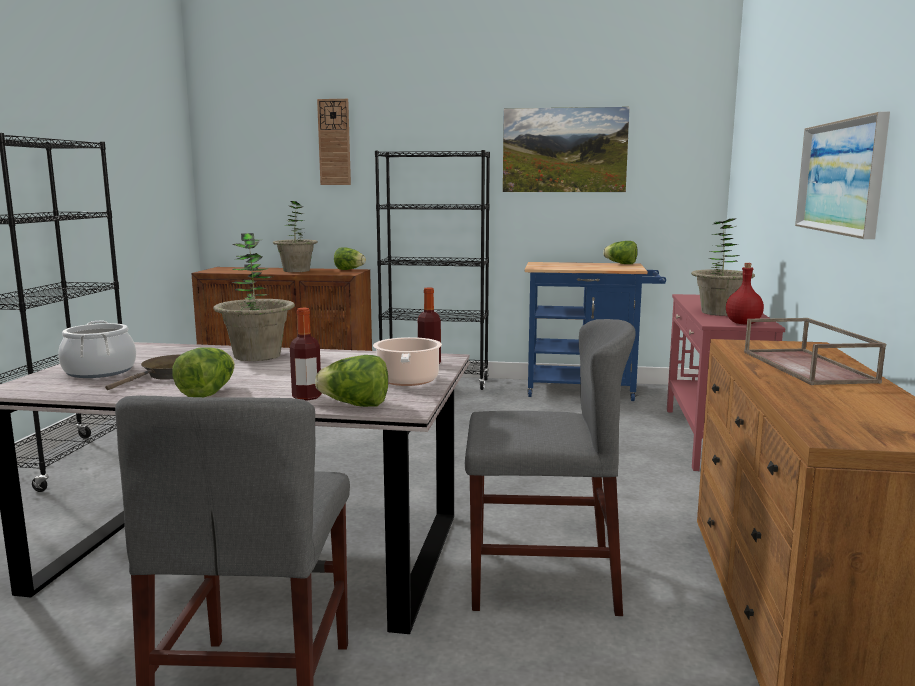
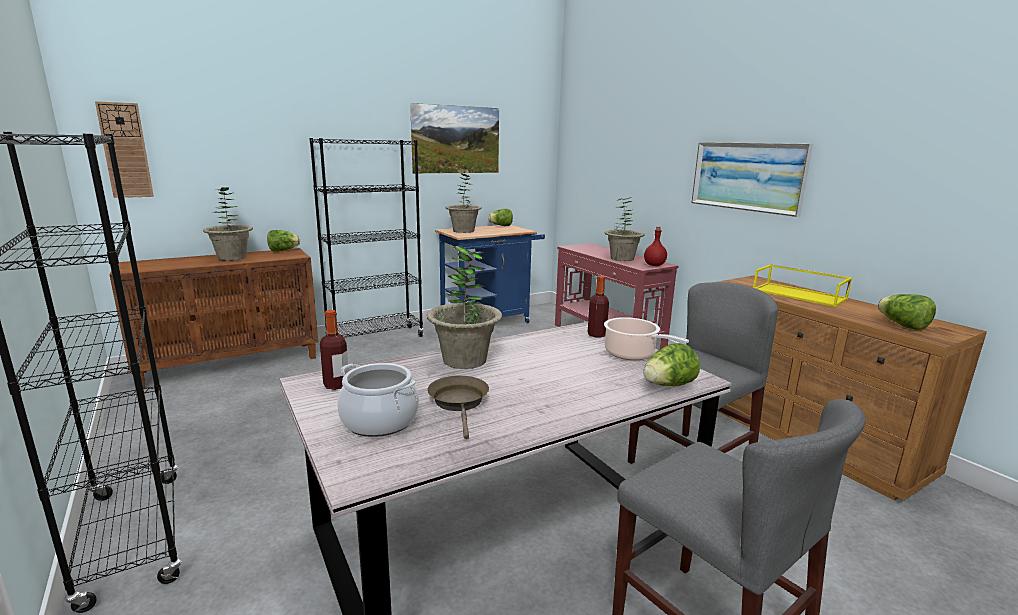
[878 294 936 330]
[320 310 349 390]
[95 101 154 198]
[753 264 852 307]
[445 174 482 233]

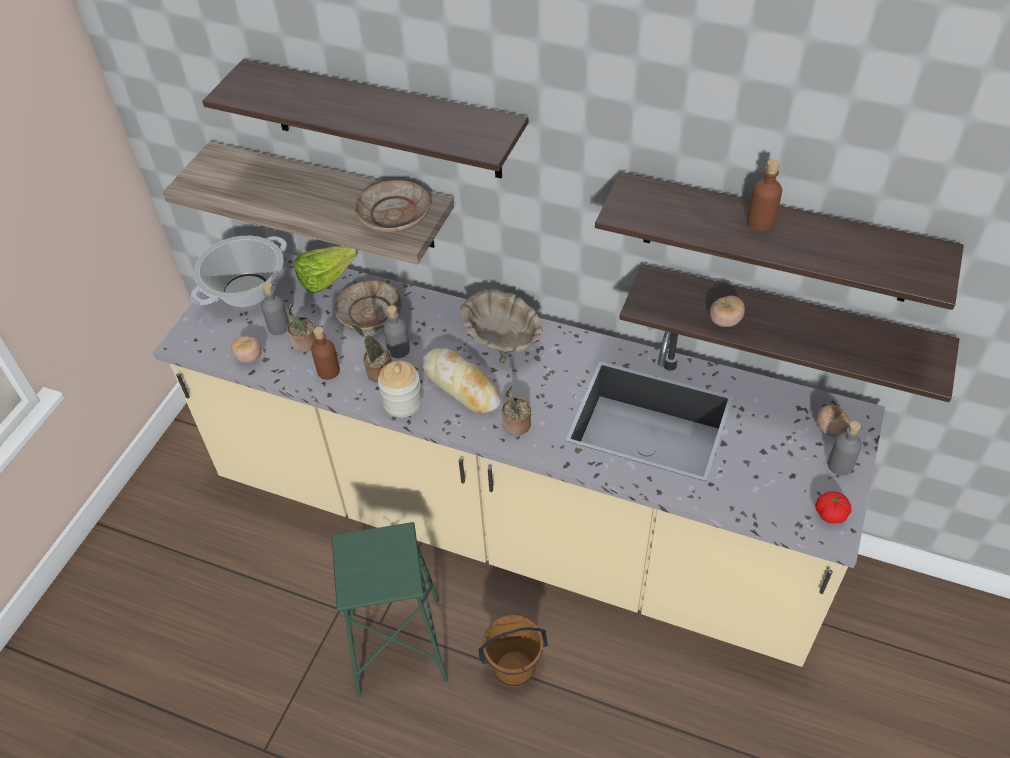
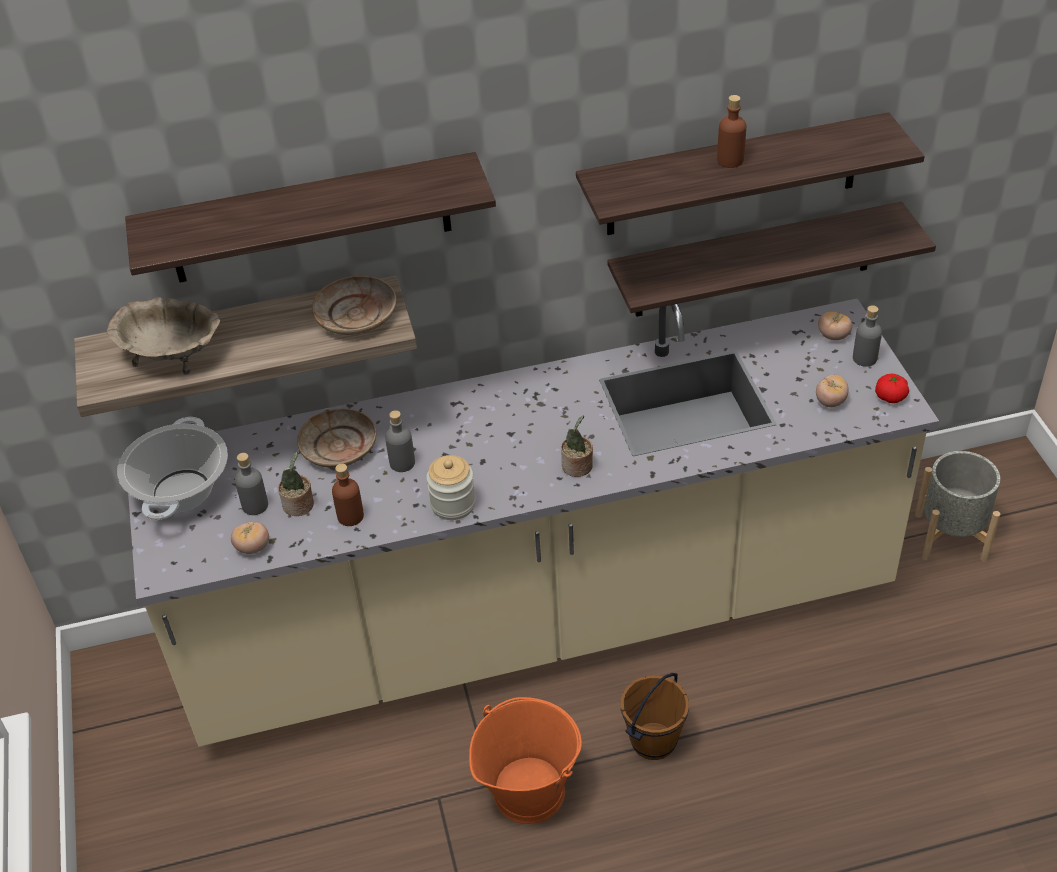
[294 246 357 293] (first image)
[469 697 582 824]
[351 324 392 383] (first image)
[422 348 501 414] (first image)
[106 297 220 375]
[816 375 849 407]
[915 451 1000 562]

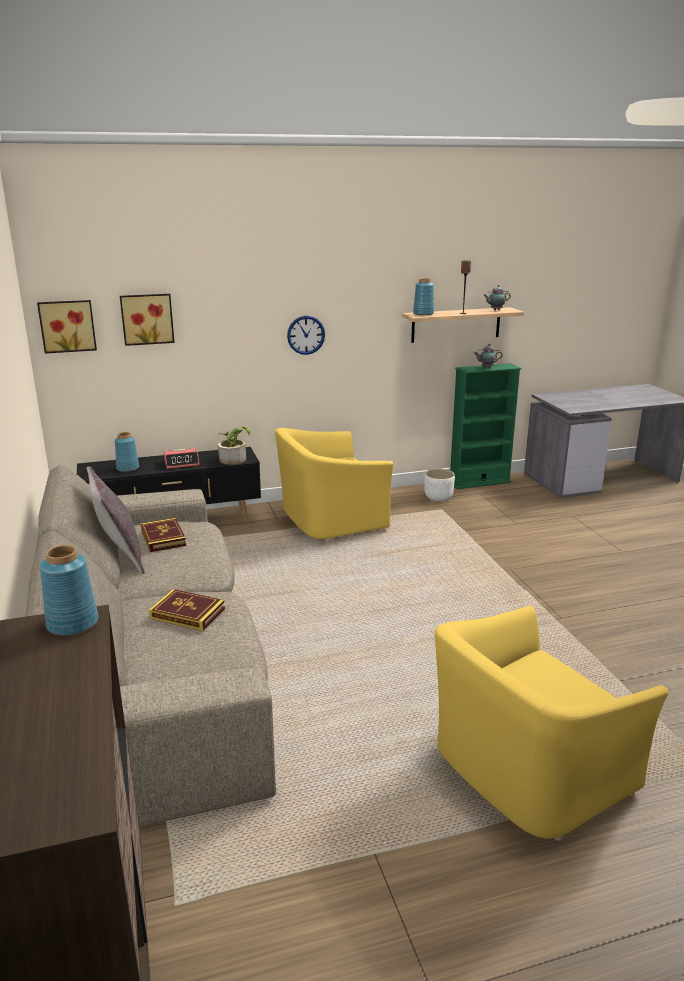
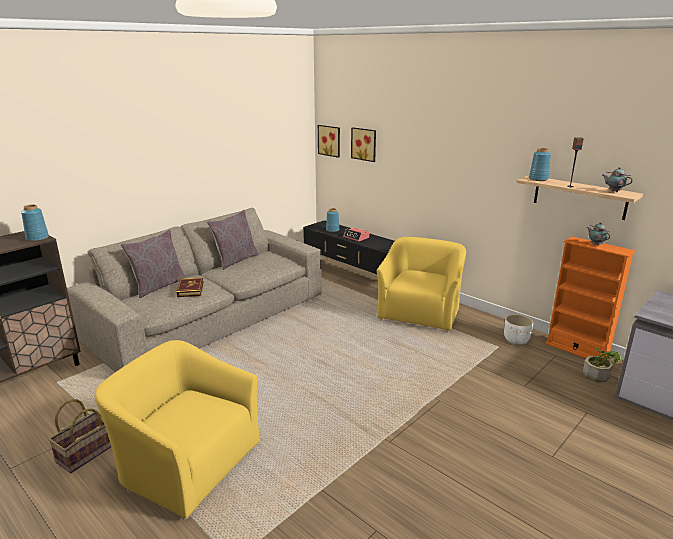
[141 518 186 552] (first image)
[583 347 621 382]
[377 237 466 332]
[287 316 325 355] (first image)
[546 236 635 358]
[48 399 111 473]
[121 229 186 298]

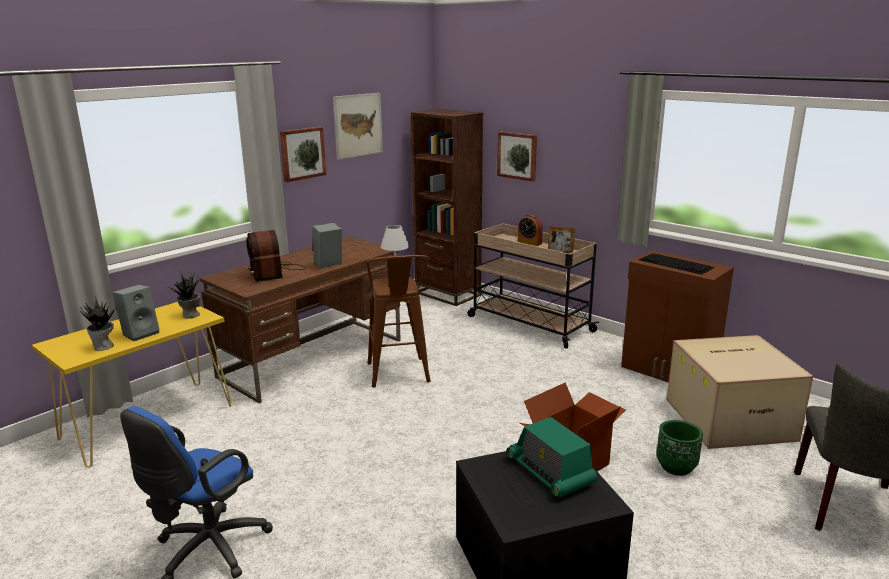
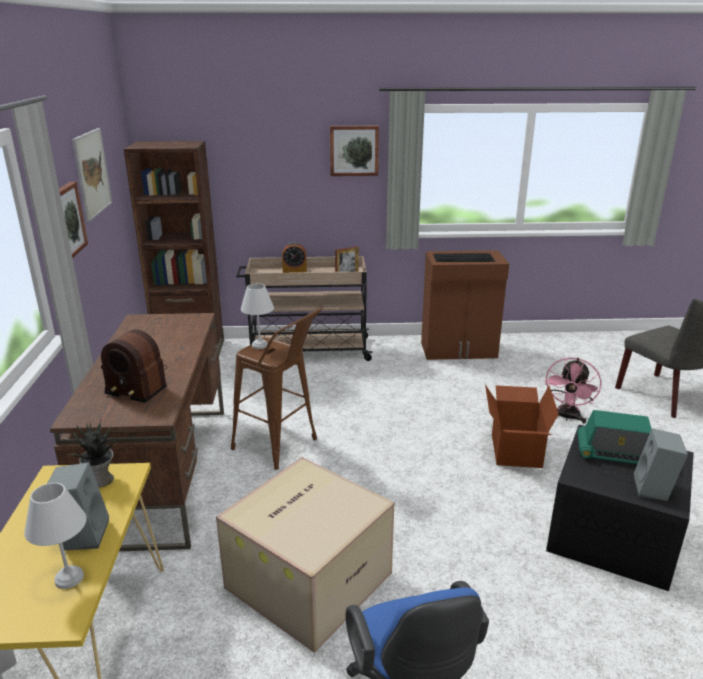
[24 483 87 589]
[634 428 688 501]
[330 126 379 176]
[544 357 602 424]
[216 457 394 653]

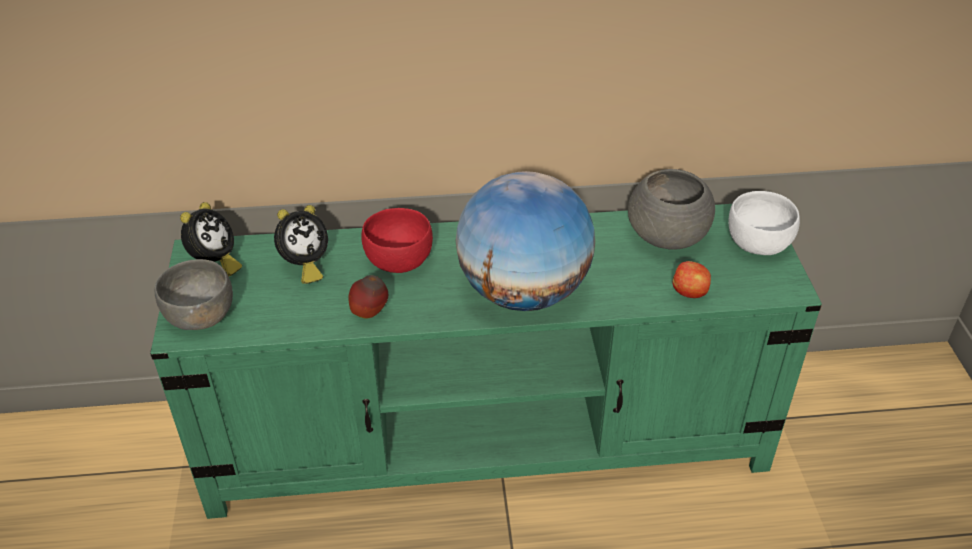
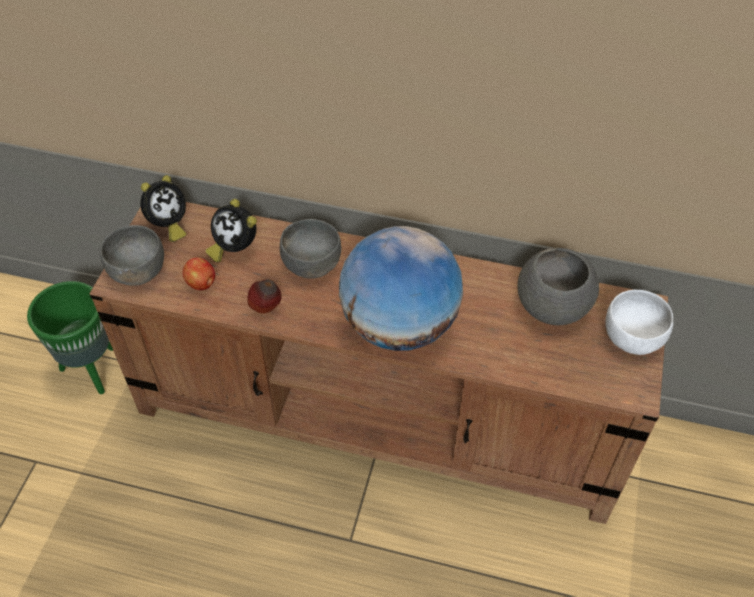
[90 202 668 524]
[205 199 257 262]
[280 219 341 279]
[182 258 215 291]
[27 281 113 394]

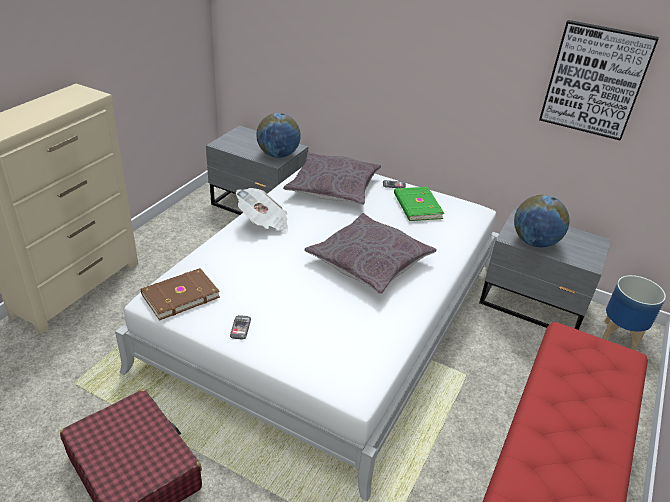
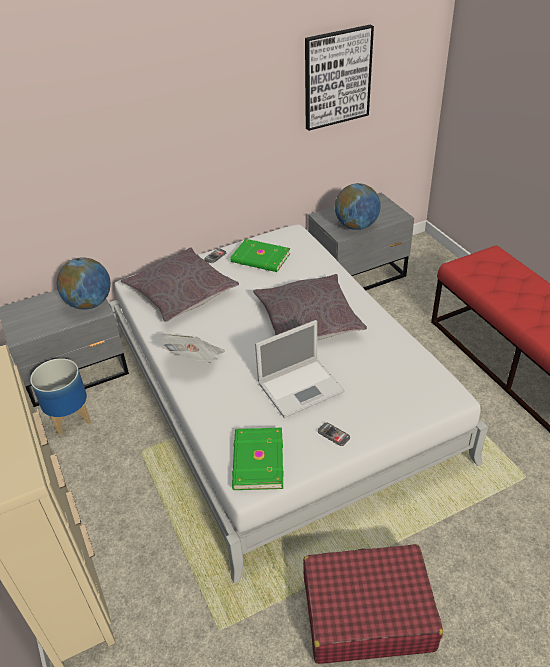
[232 428 284 490]
[30 358 91 435]
[255 320 345 418]

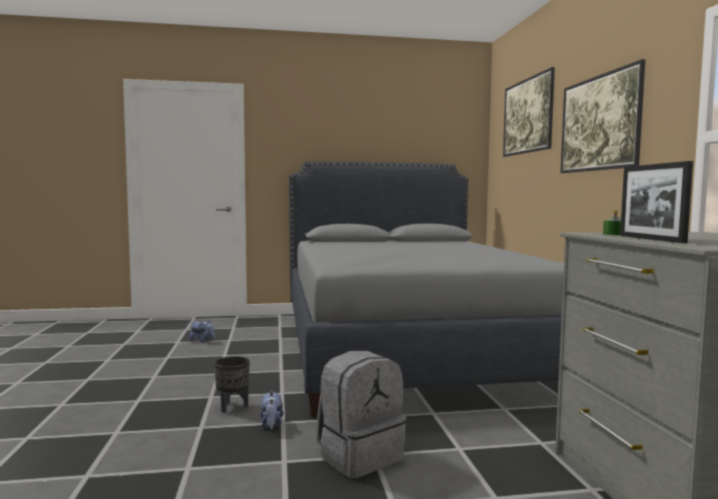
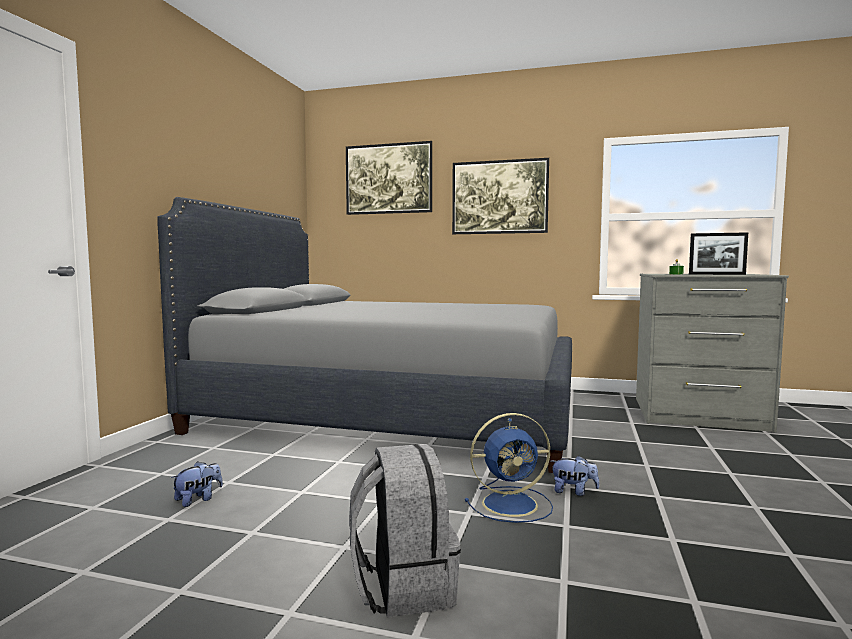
[465 413 553 523]
[349 444 461 618]

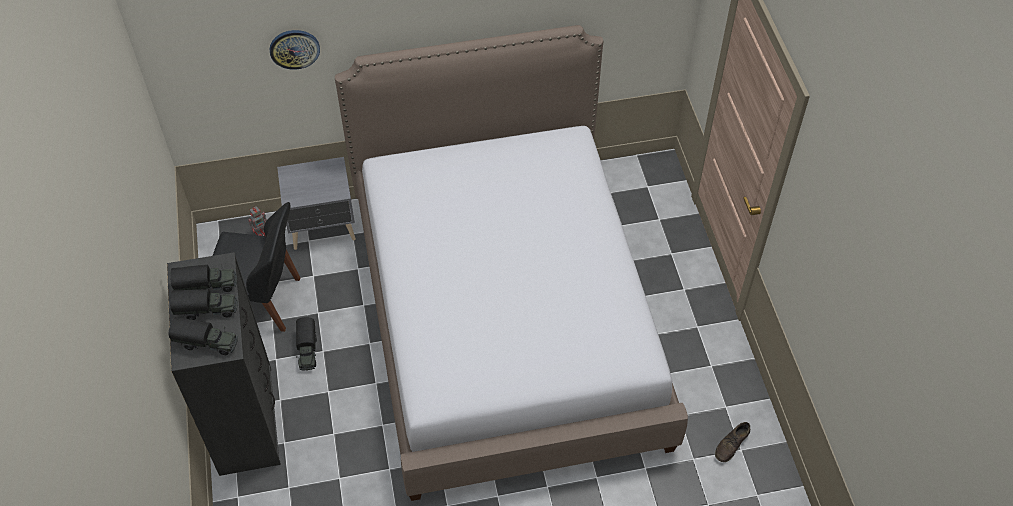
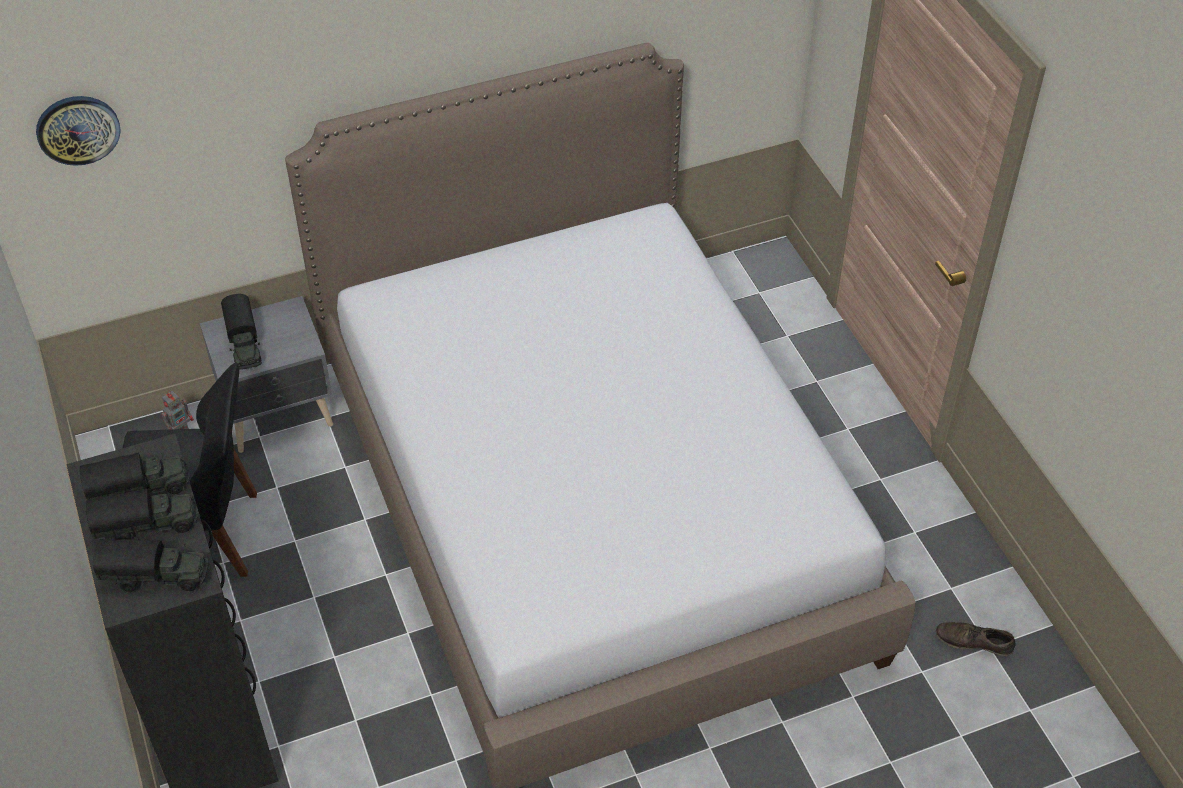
[36 96 121 166]
[221 294 262 370]
[936 622 1016 656]

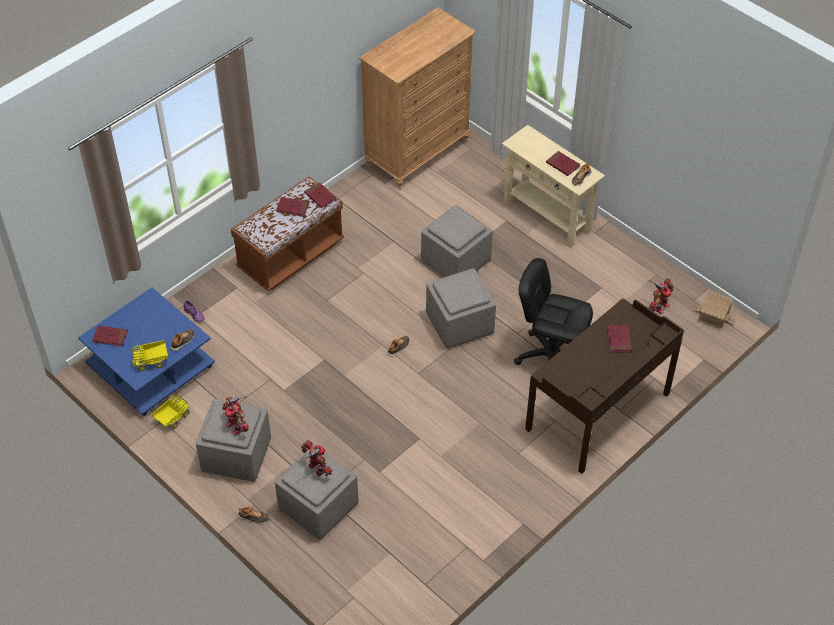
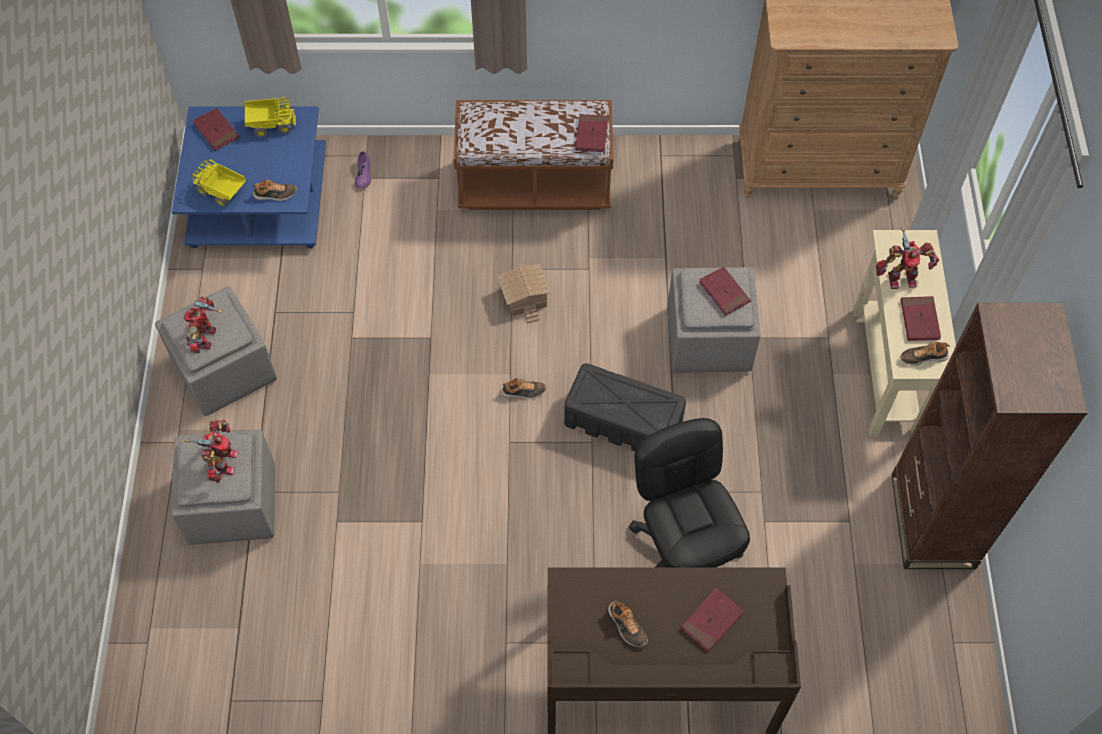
[245 97 296 137]
[608 600 648 647]
[699 267 751 316]
[564 363 686 451]
[876 227 939 289]
[497 264 551 323]
[891 302 1088 569]

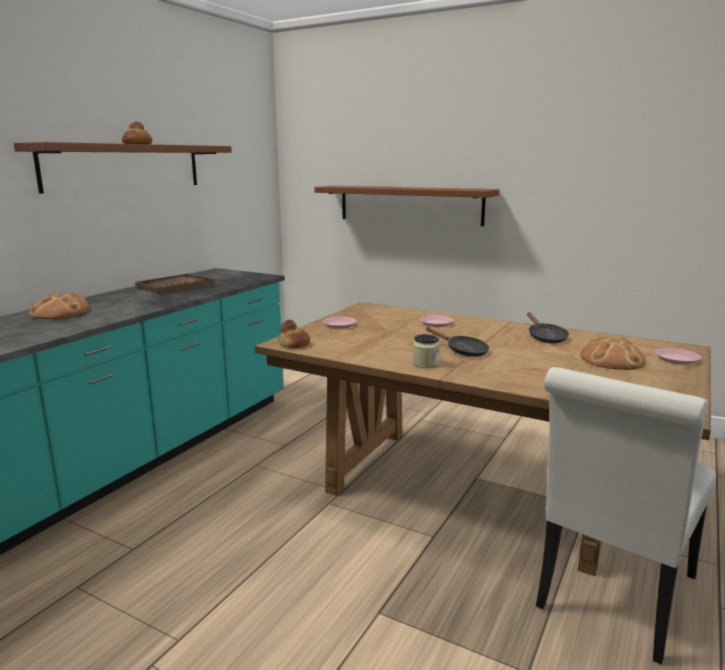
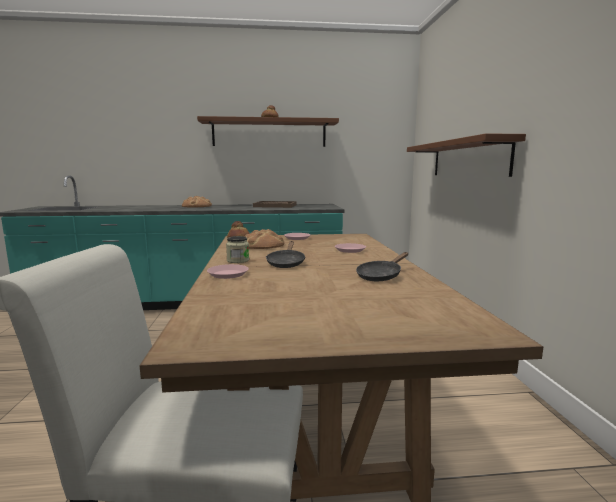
[244 229 284 249]
[207 264 249 279]

